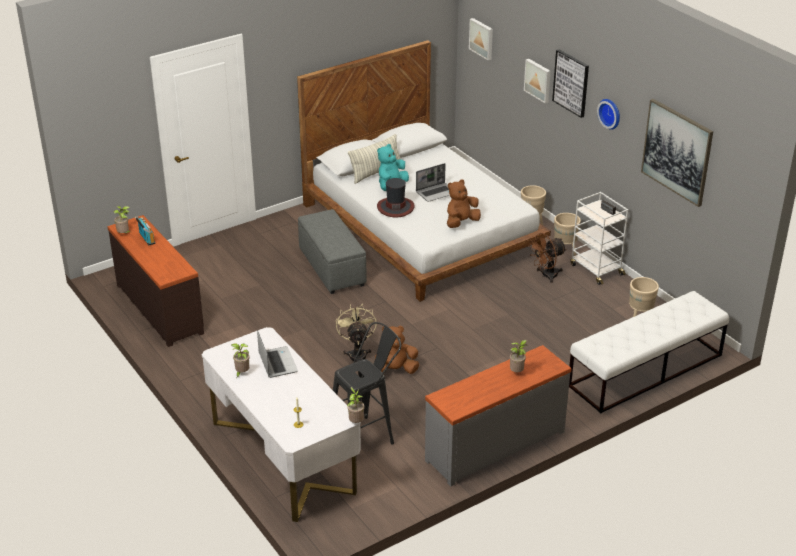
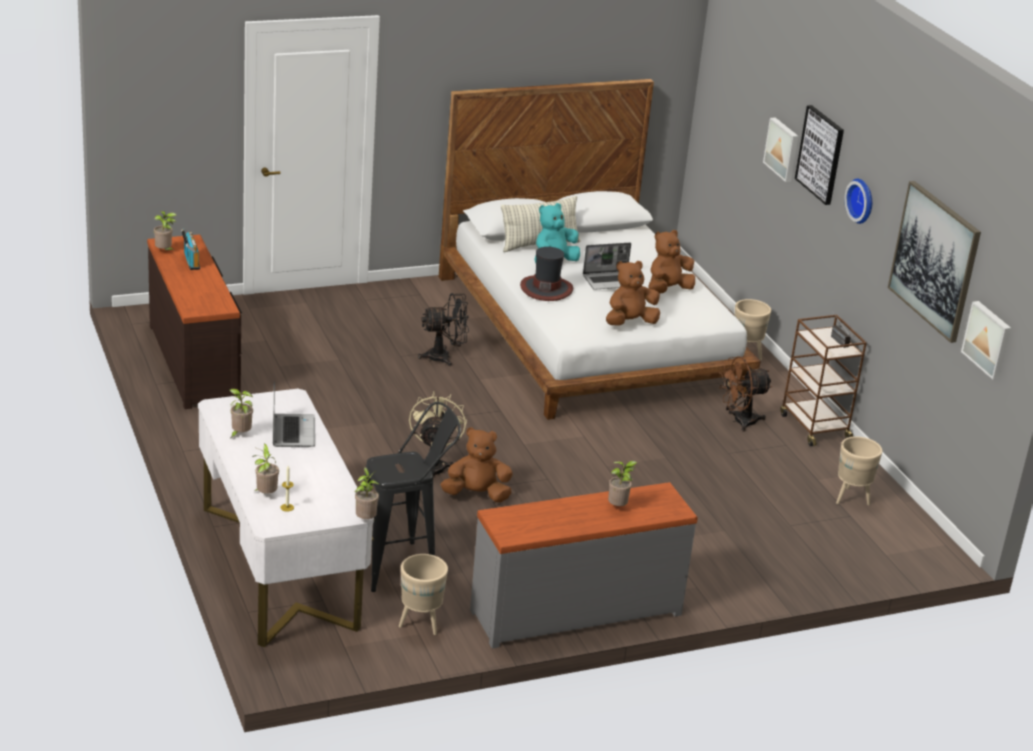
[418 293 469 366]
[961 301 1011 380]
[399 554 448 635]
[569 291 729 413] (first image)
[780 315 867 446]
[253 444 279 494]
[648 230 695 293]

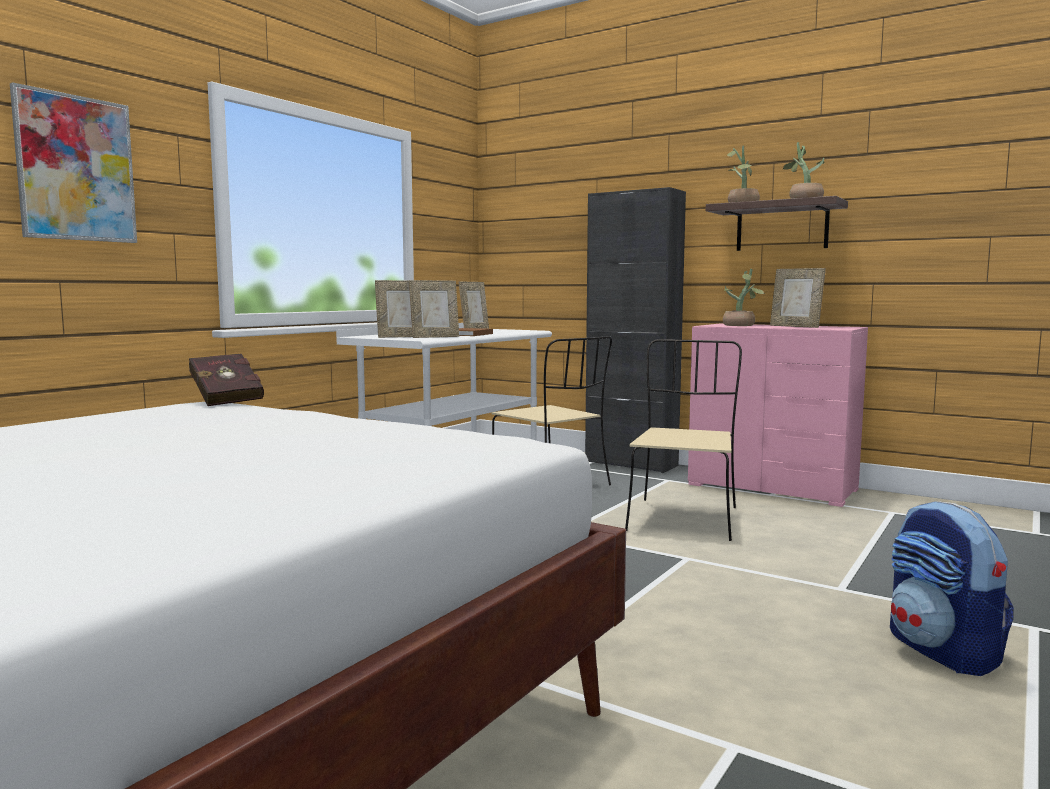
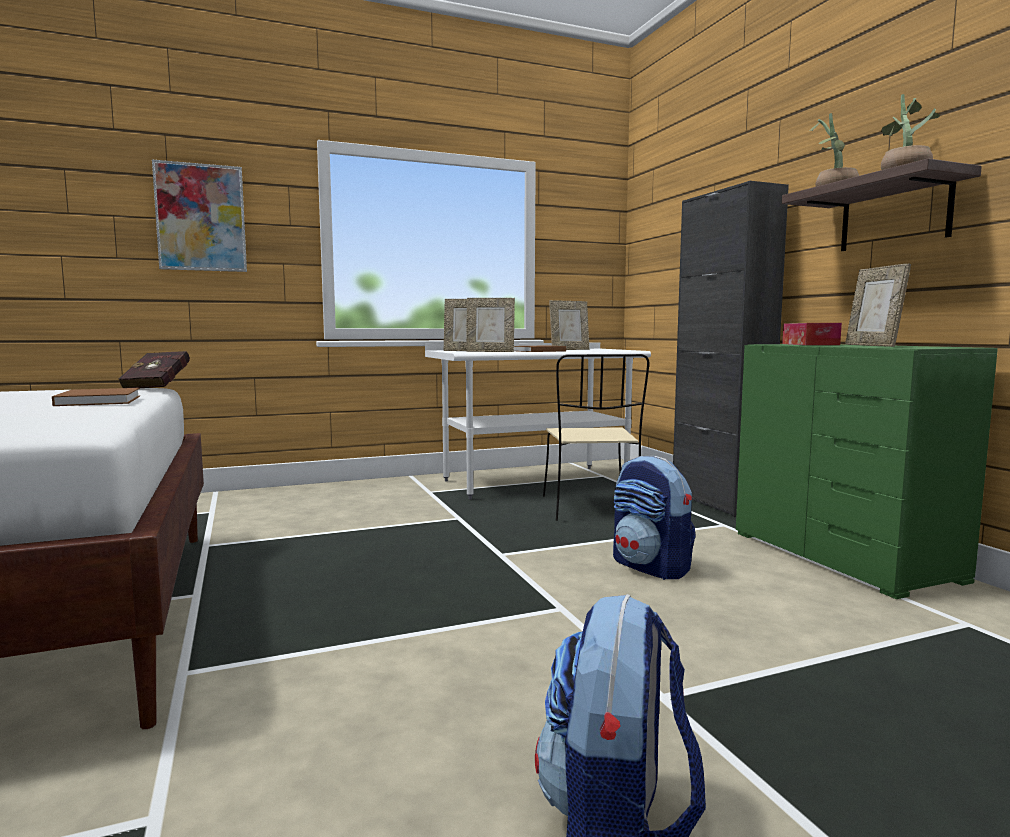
[613 456 696 580]
[736 344 998 599]
[782 323 842 345]
[52 388 140 406]

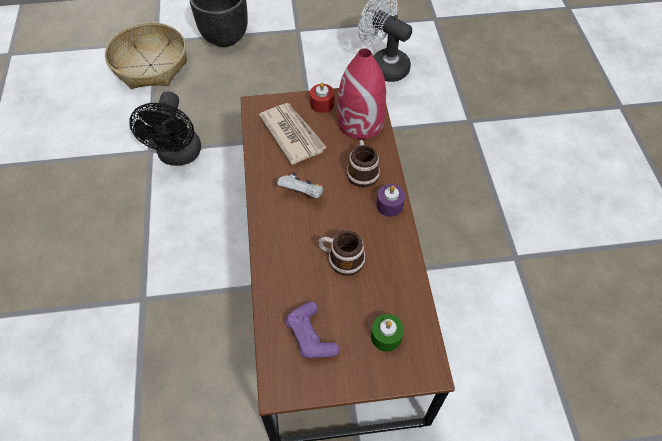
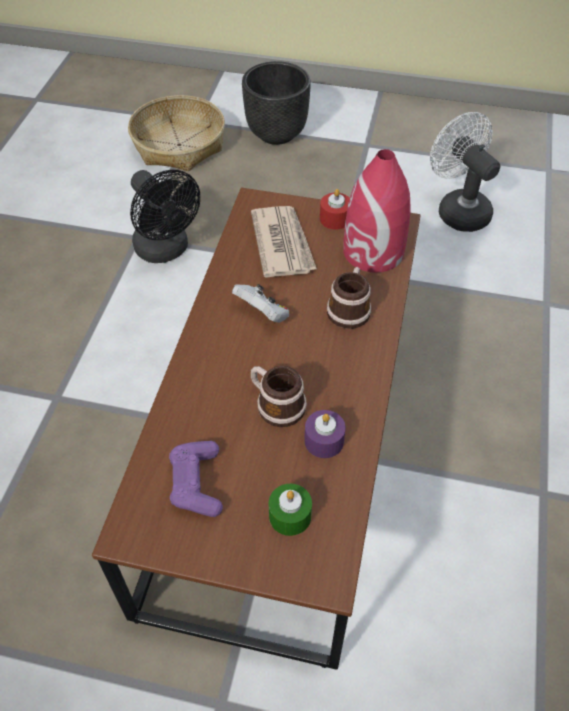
[130 170 200 263]
[304 410 346 458]

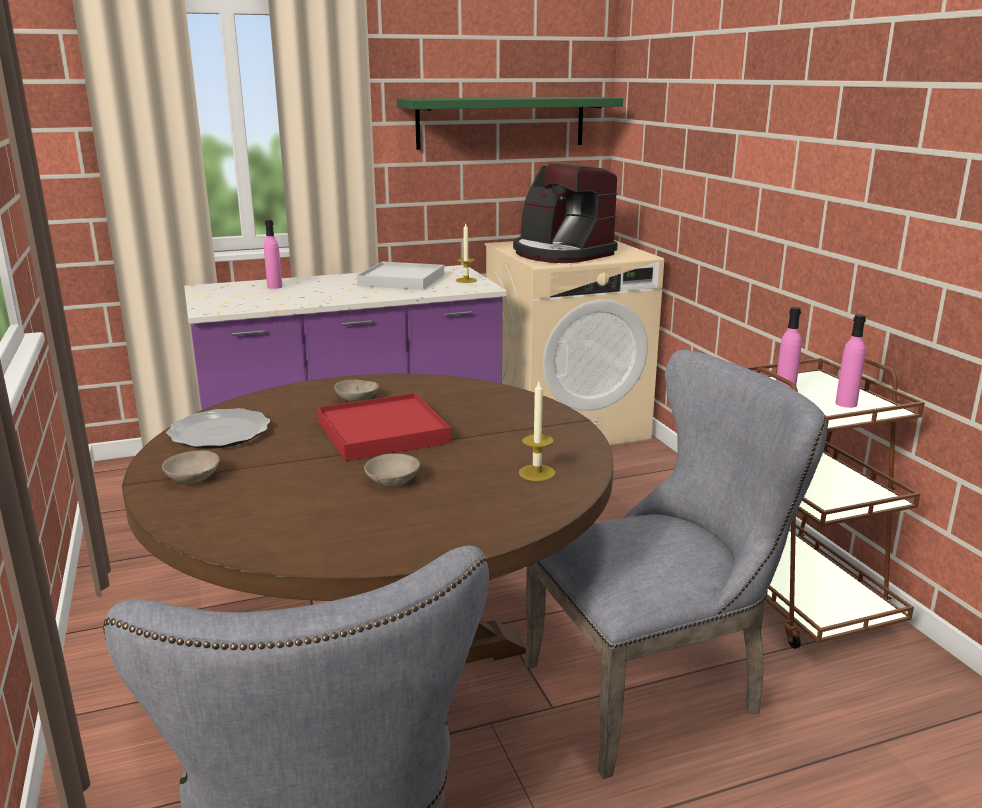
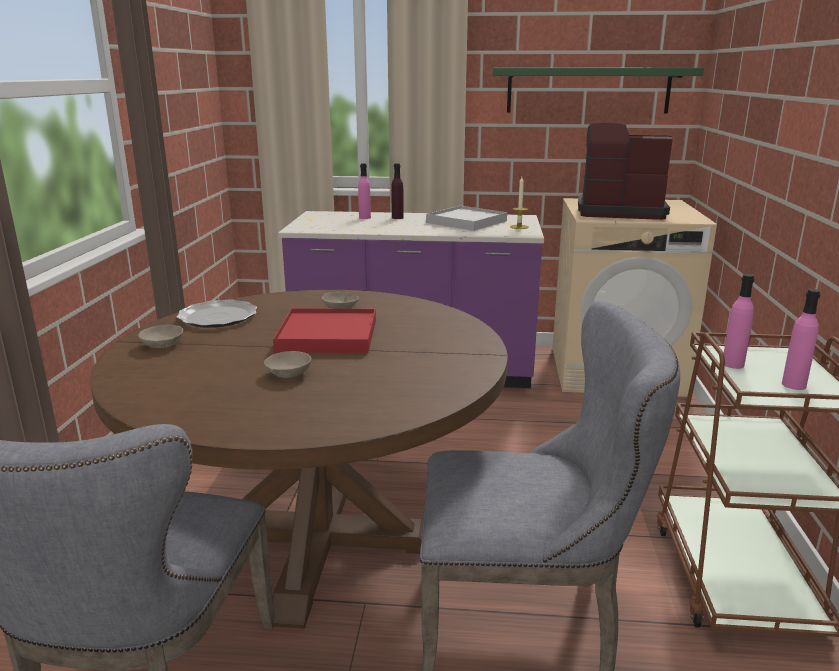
[578 123 673 220]
[519 381 555 481] (first image)
[391 163 404 219]

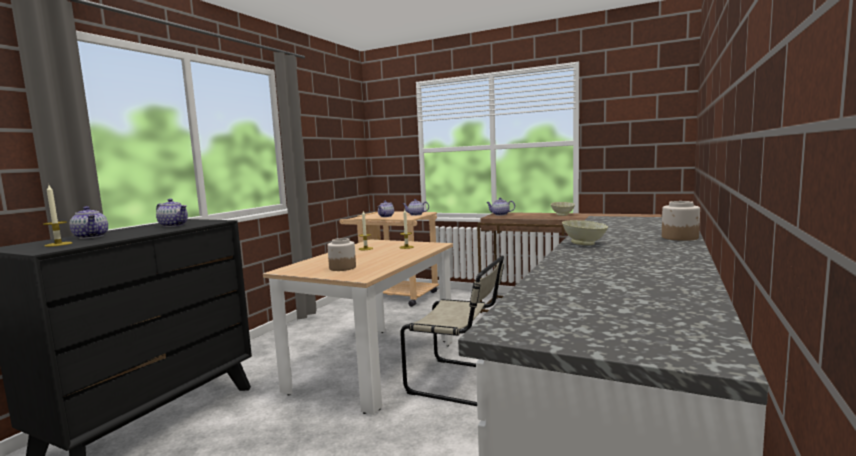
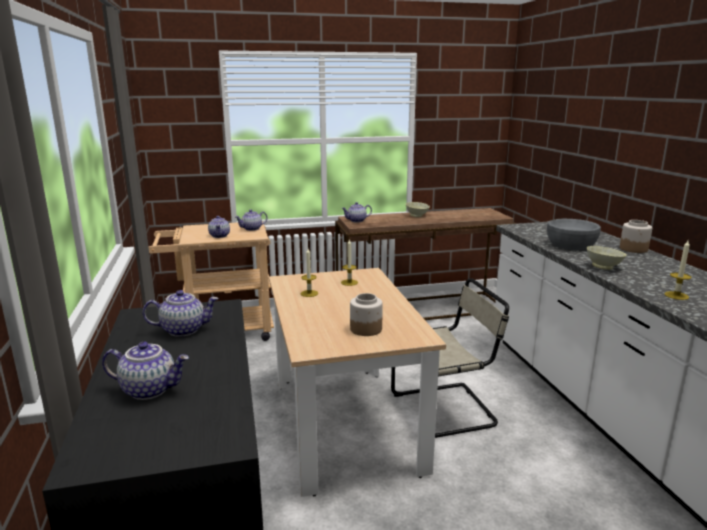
[664 240 691 300]
[547 219 601 250]

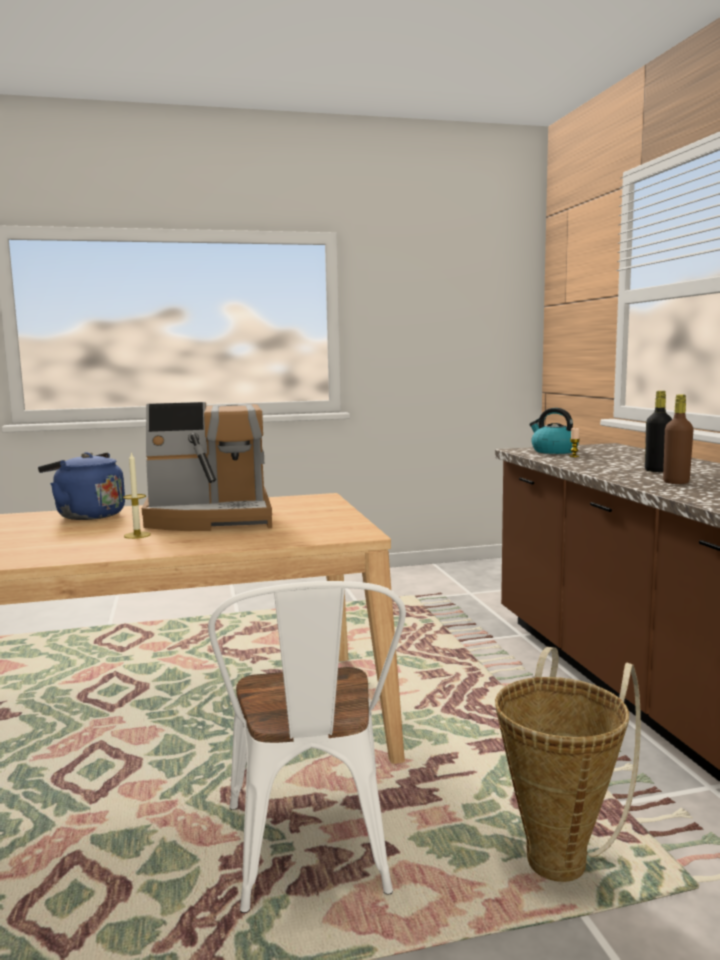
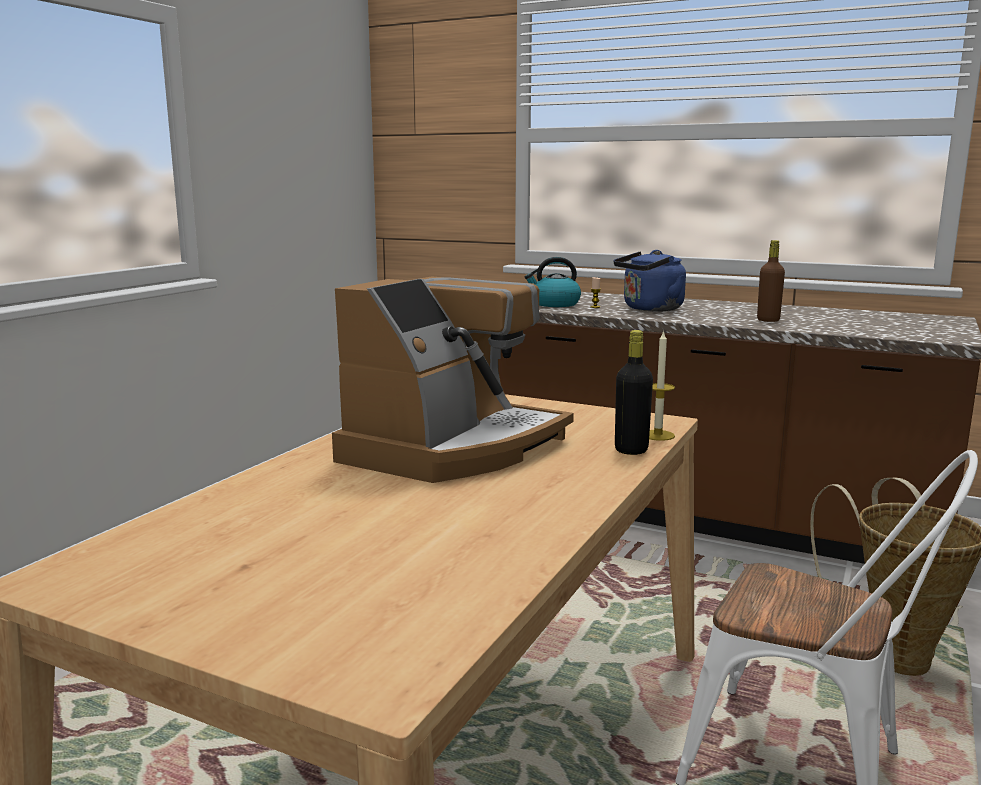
[614 250 686 312]
[649 330 675 441]
[615 330 653 455]

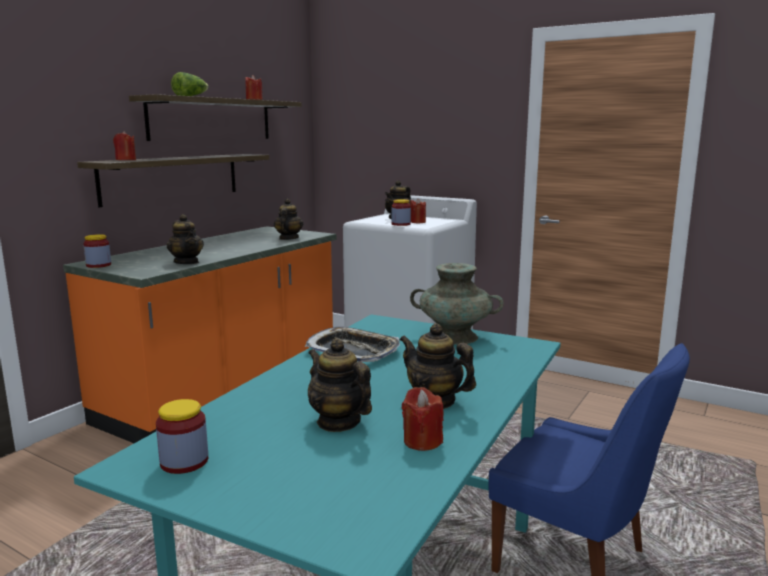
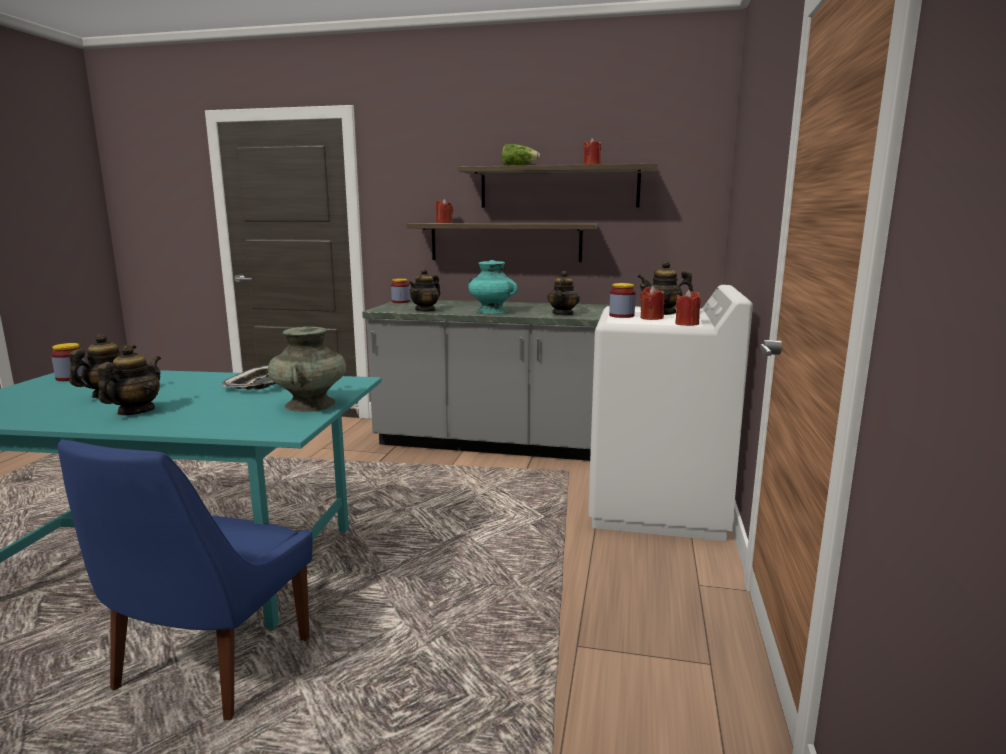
[362 299 610 461]
[547 271 580 316]
[675 290 701 326]
[468 260 518 314]

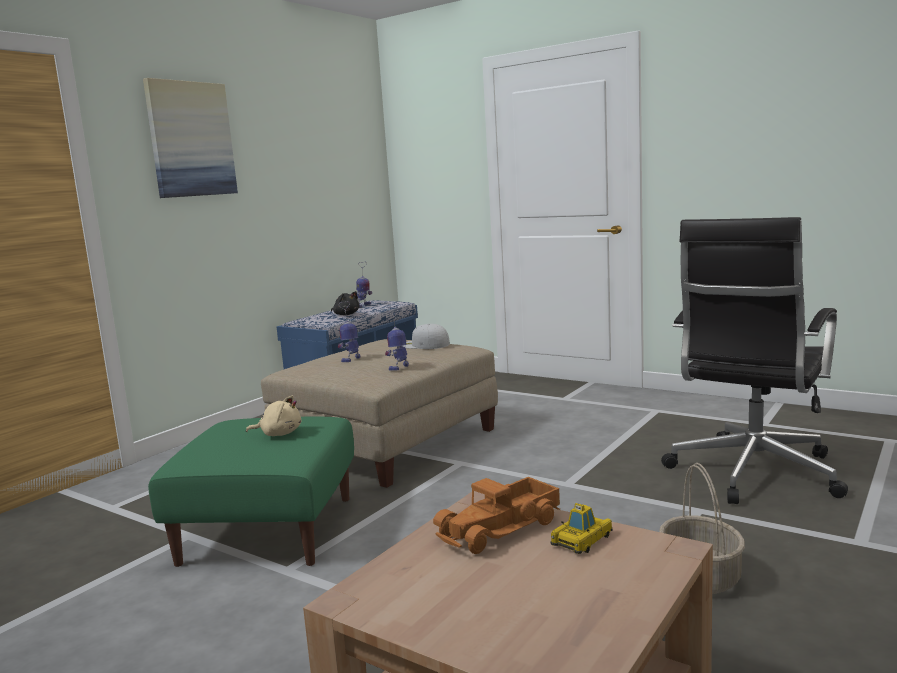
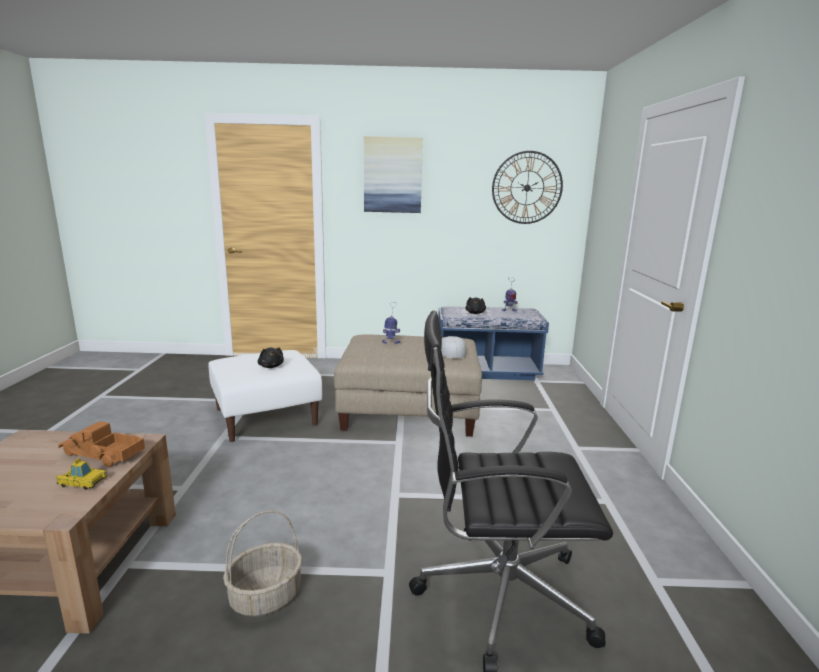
[208 350 322 442]
[258 348 284 368]
[385 306 409 371] (first image)
[492 151 563 224]

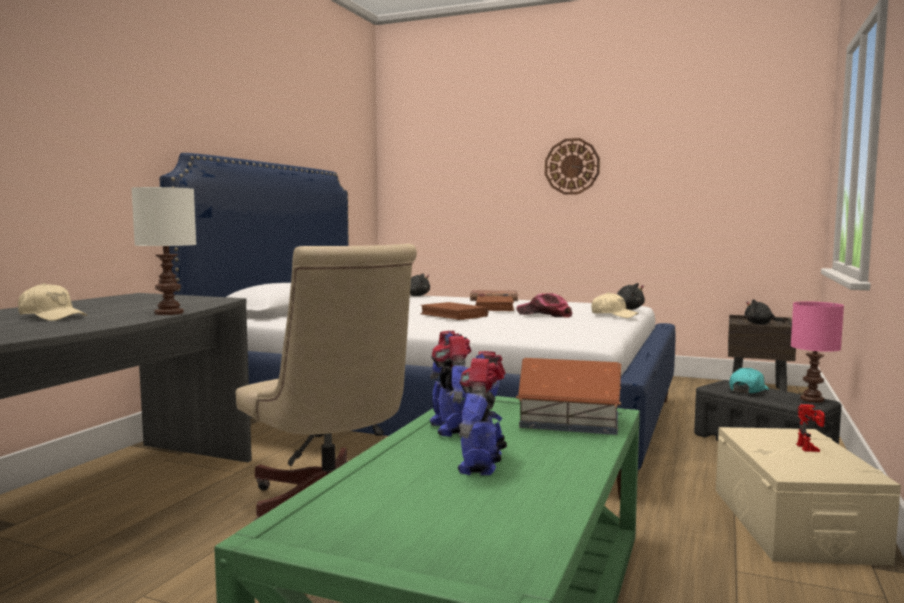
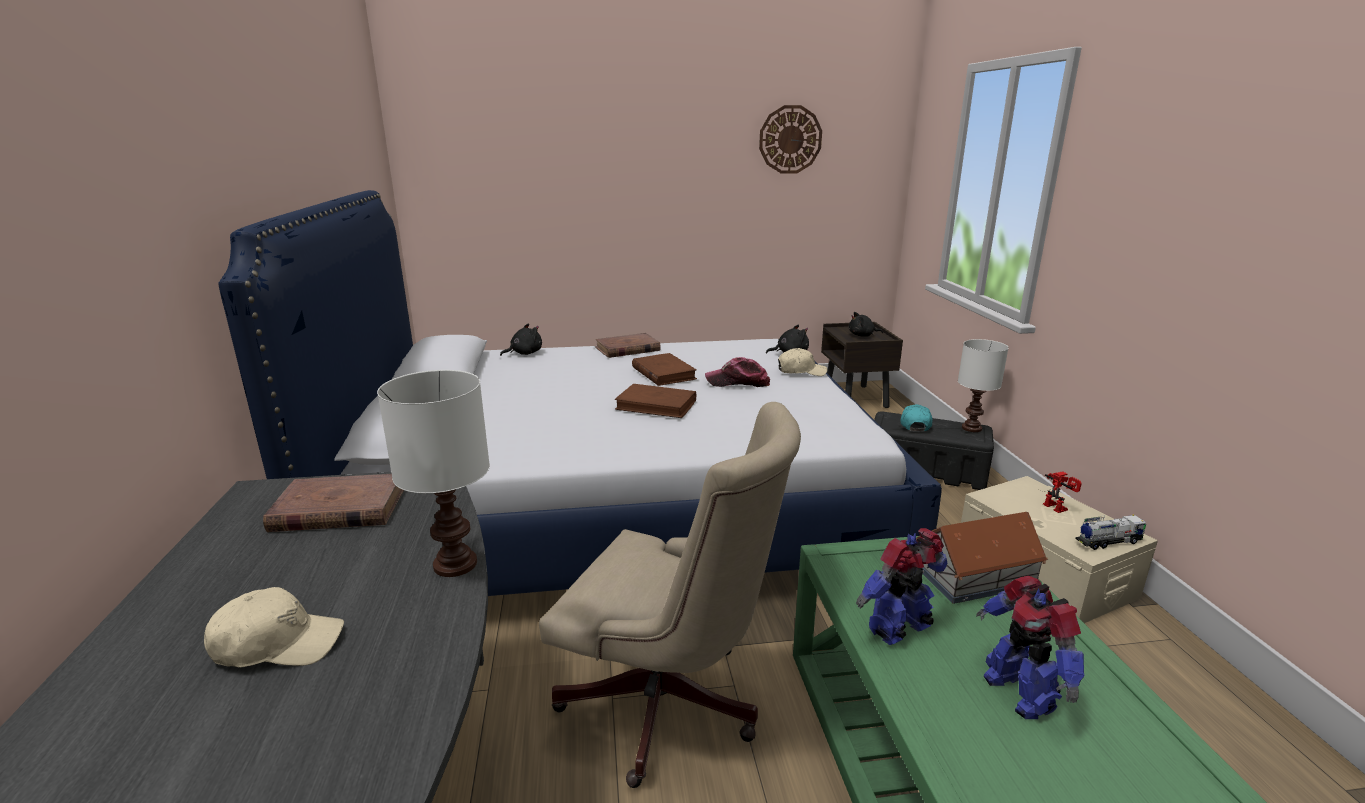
[856 528 948 645]
[759 105 822 174]
[958 339 1009 432]
[263 474 404 532]
[1075 515 1146 550]

